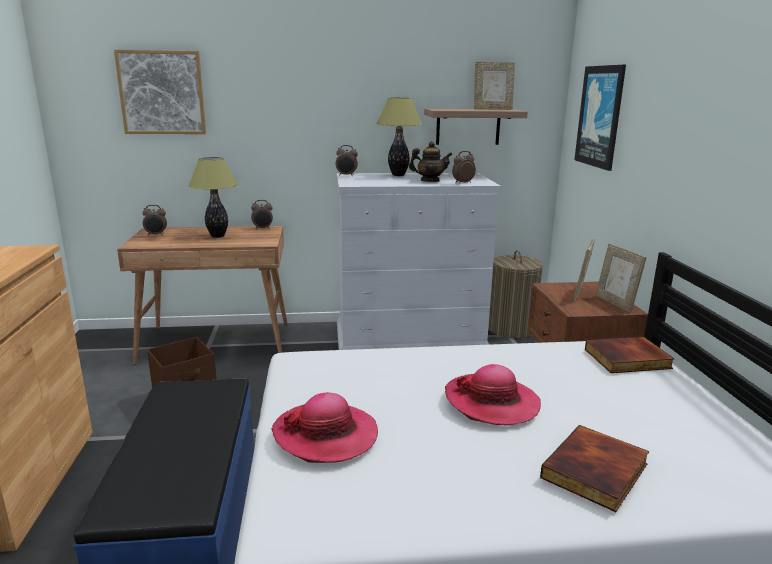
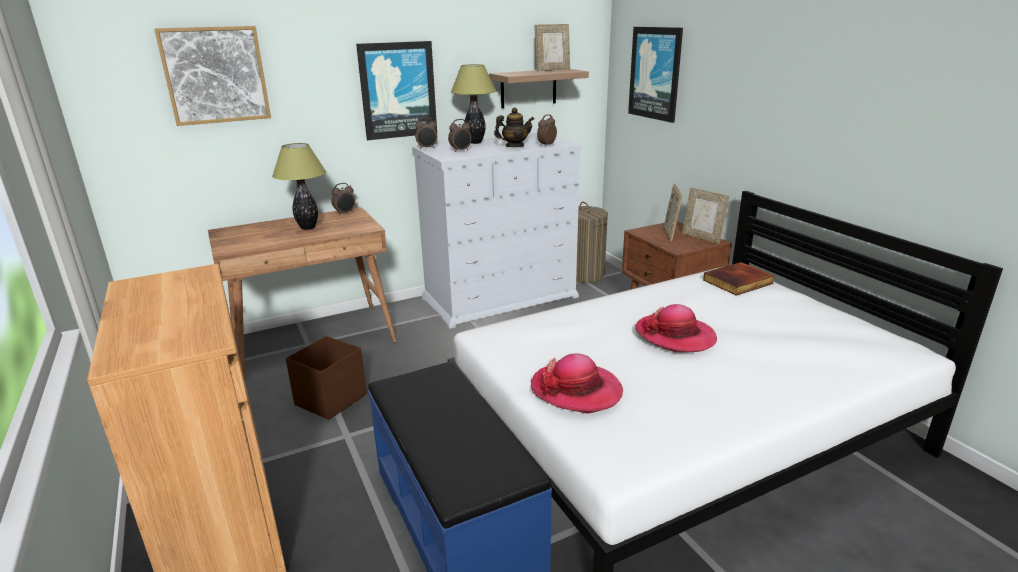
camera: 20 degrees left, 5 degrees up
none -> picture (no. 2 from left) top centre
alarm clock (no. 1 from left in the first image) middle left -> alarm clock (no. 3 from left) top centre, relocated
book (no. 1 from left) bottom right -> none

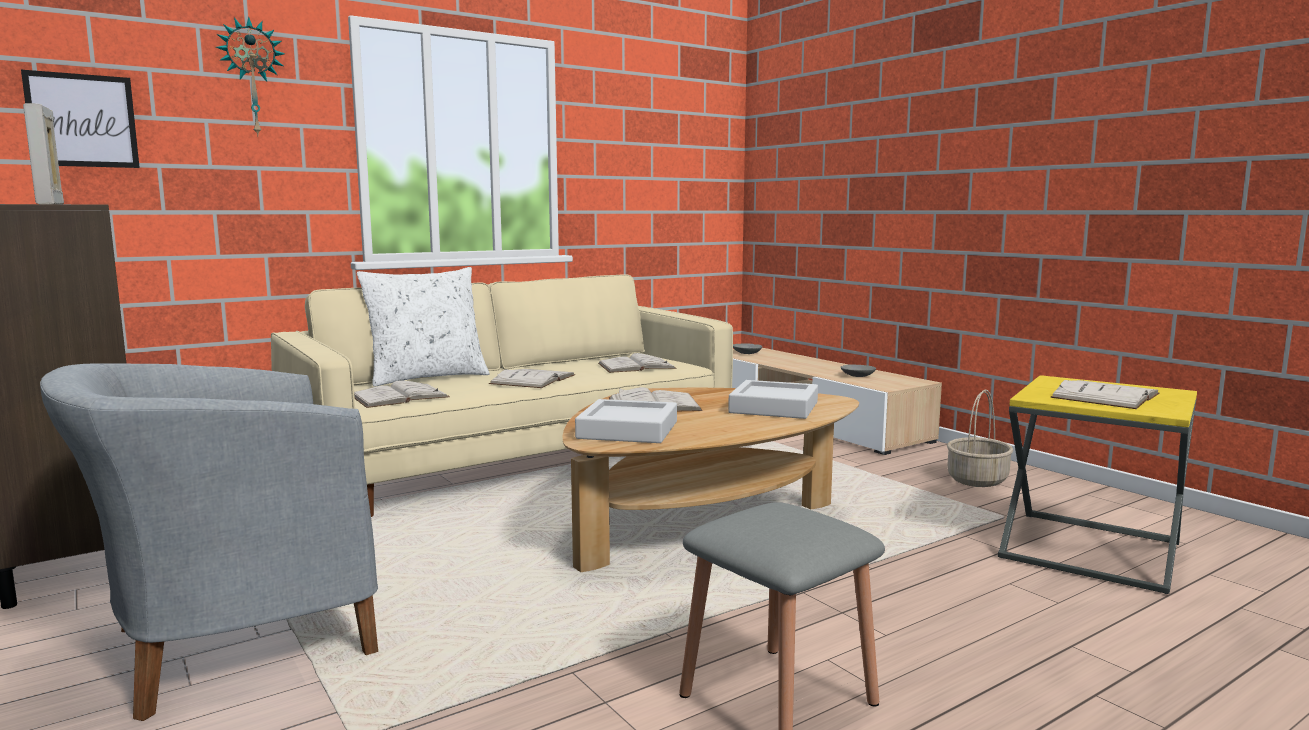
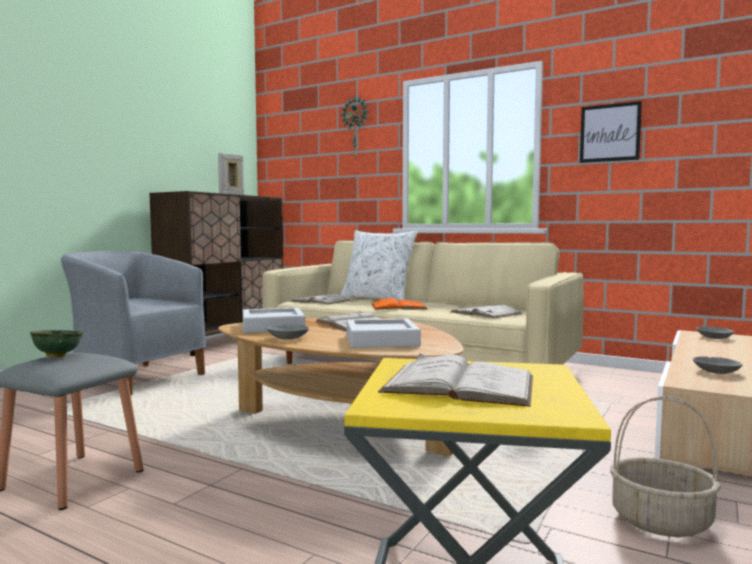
camera: 65 degrees right, 5 degrees down
none -> bowl (green) middle left
none -> bowl (grey) (no. 1 from left) centre
book (white) (no. 2 from left) centre -> book (orange) centre
picture top left -> picture top right, relocated

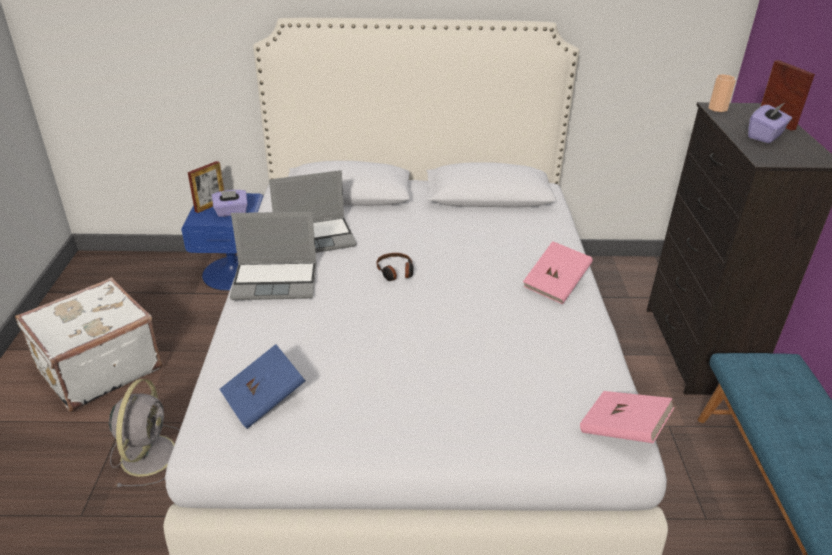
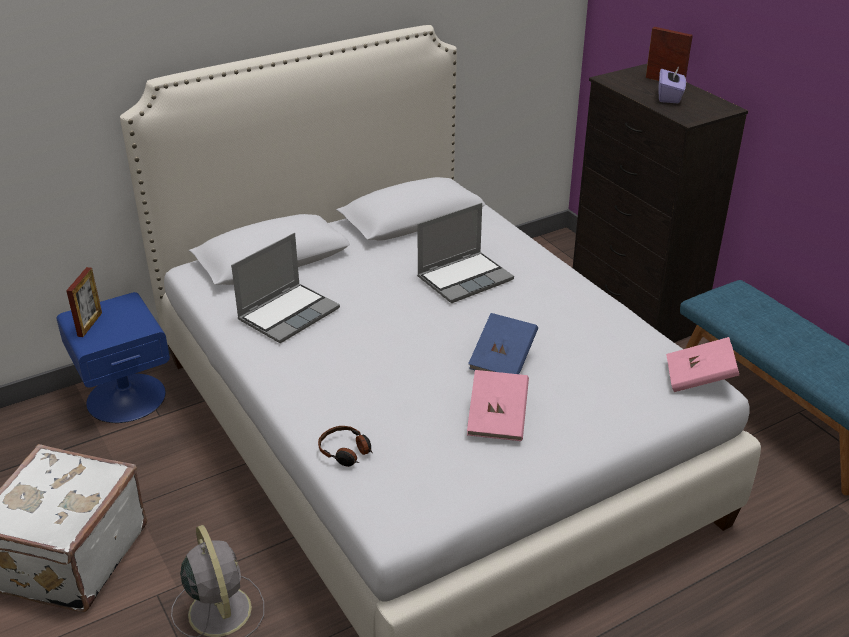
camera: 30 degrees left, 0 degrees up
headphones centre -> headphones bottom centre, relocated
laptop (no. 1 from left in the first image) middle left -> laptop (no. 2 from left) centre, relocated
book (pink) (no. 1 from left) middle right -> book (pink) (no. 1 from left) centre, relocated
book (blue) bottom left -> book (blue) centre, relocated
tissue box (purple) (no. 1 from left) middle left -> none
cup top right -> none

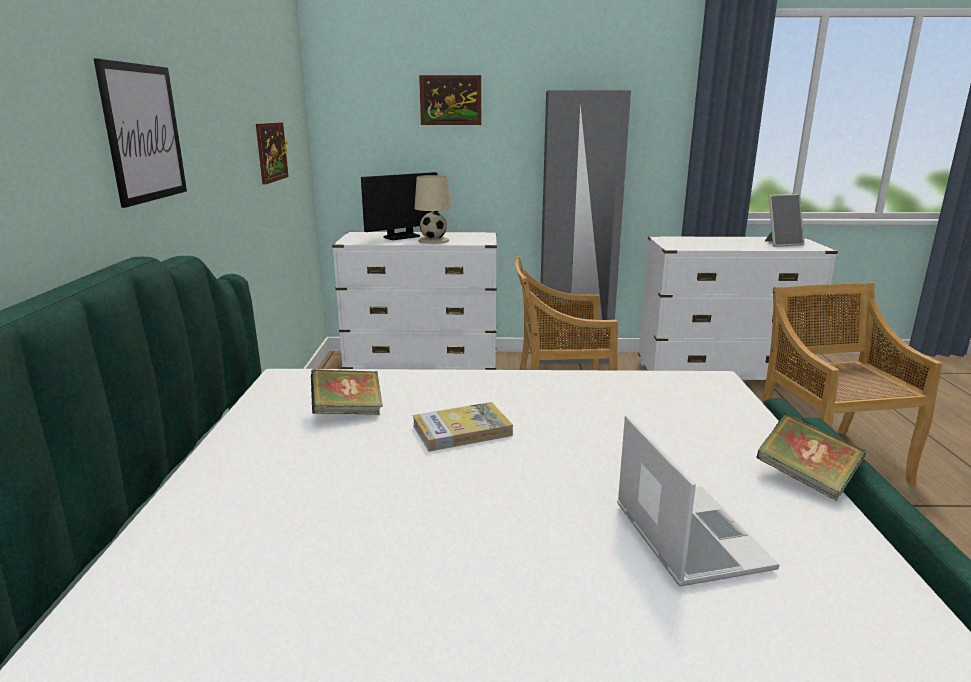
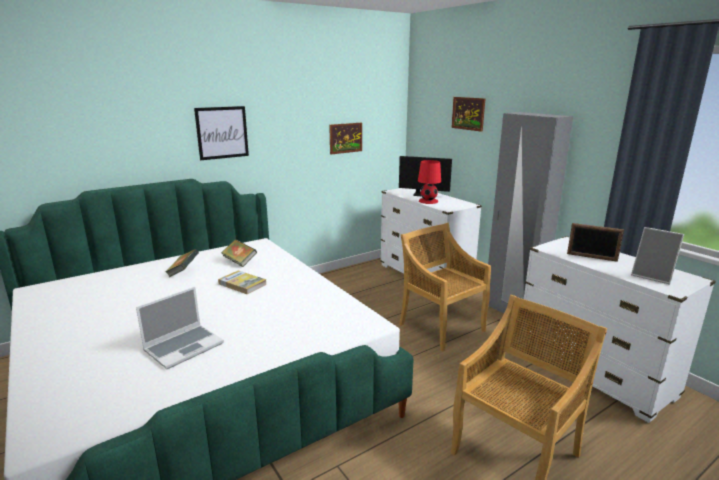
camera: 55 degrees right, 0 degrees up
book (no. 3 from left in the first image) bottom right -> book (no. 1 from left) middle left, relocated
table lamp (beige) top centre -> table lamp (red) centre
none -> picture frame (no. 1 from left) middle right

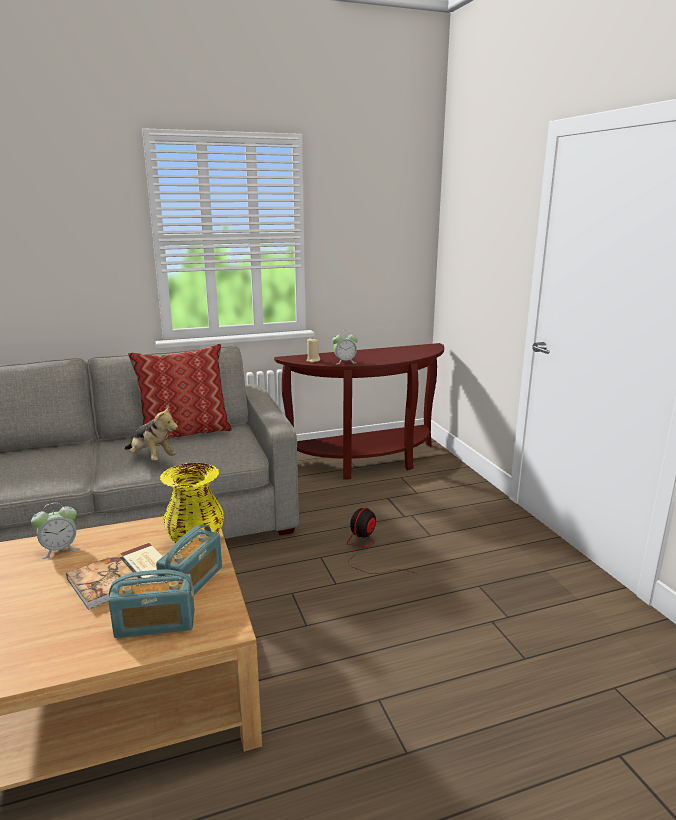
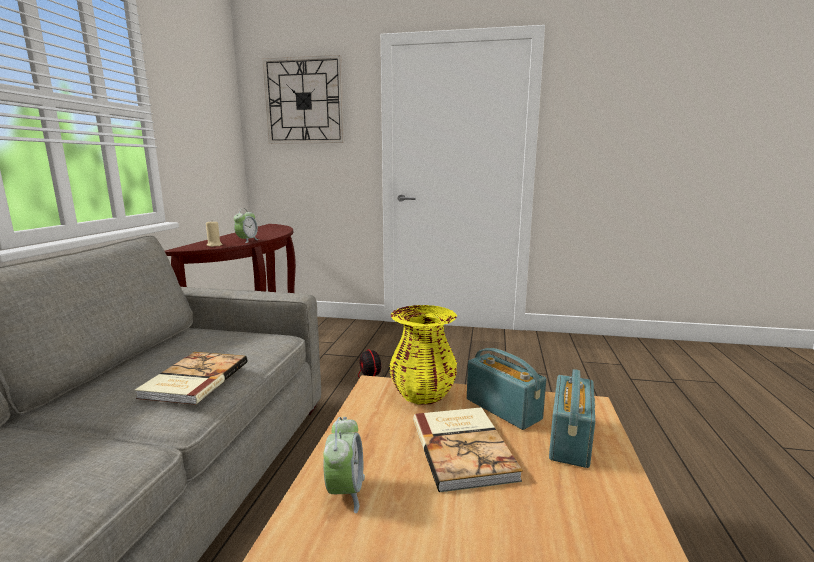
camera: 60 degrees left, 5 degrees down
plush toy middle left -> book (no. 1 from left) bottom left
none -> wall clock top centre
pillow middle left -> none

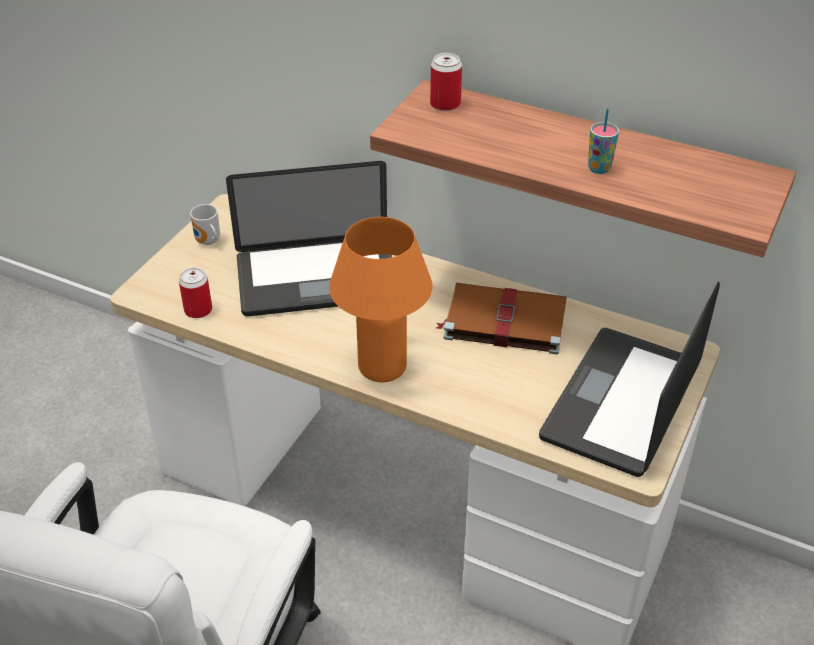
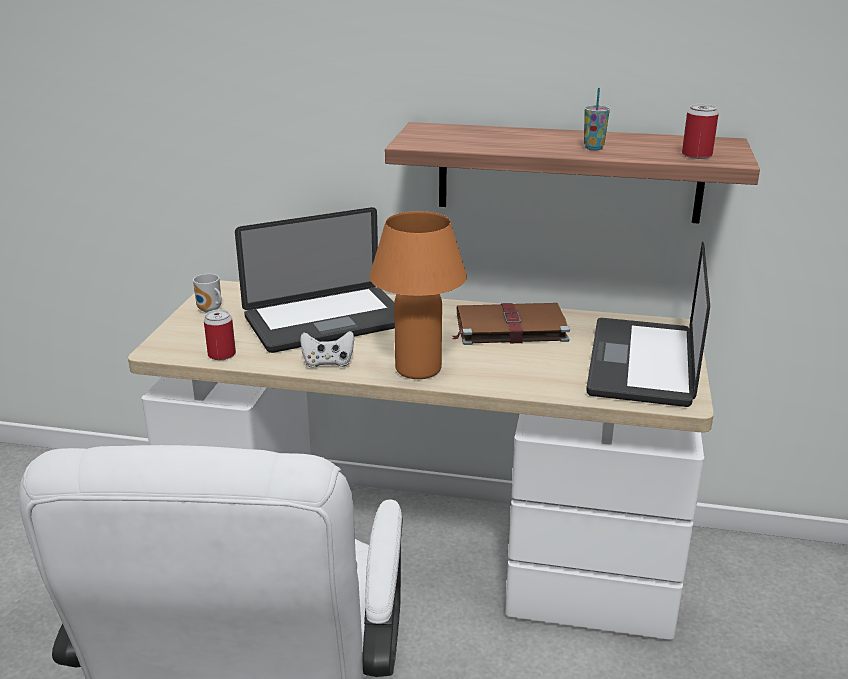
camera: 15 degrees left, 15 degrees down
none -> game controller (white) centre
can (no. 2 from left) top centre -> can (no. 2 from left) top right, relocated

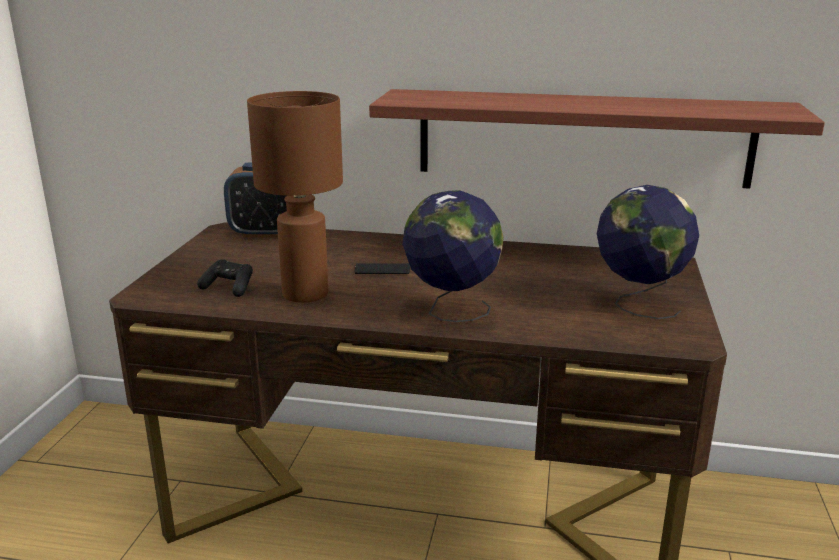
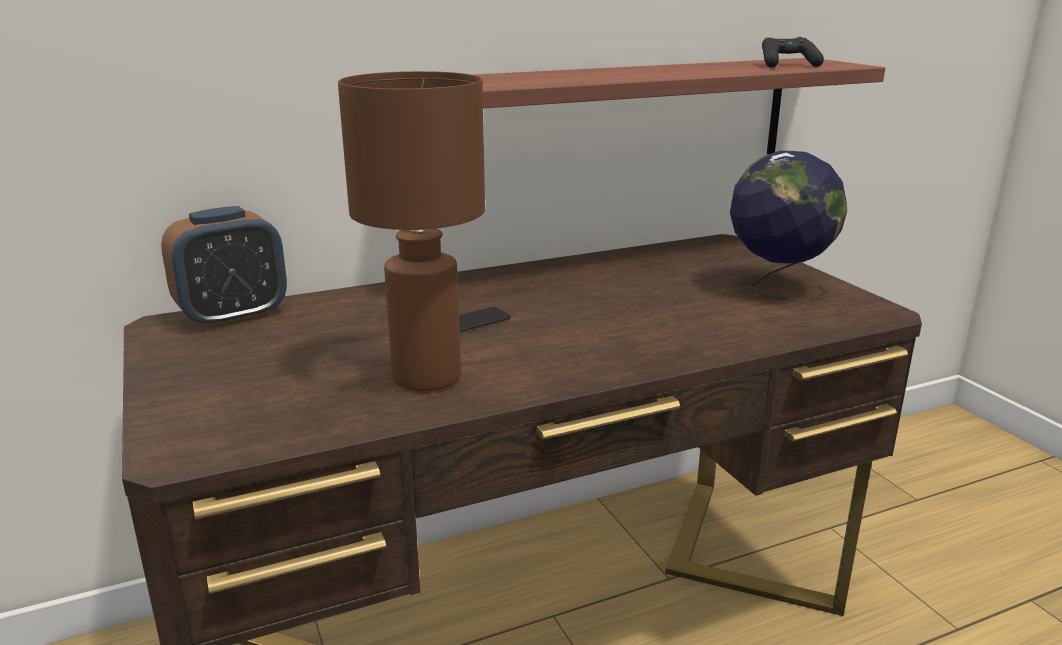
camera: 35 degrees left, 0 degrees up
game controller (black) middle left -> game controller (black) top right, relocated
globe (no. 1 from left) centre -> none

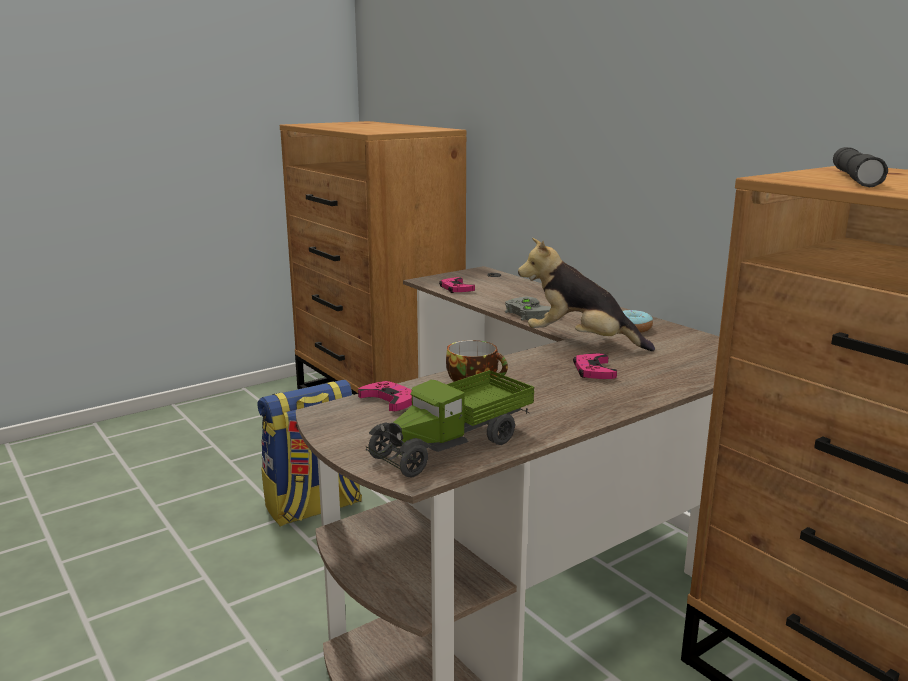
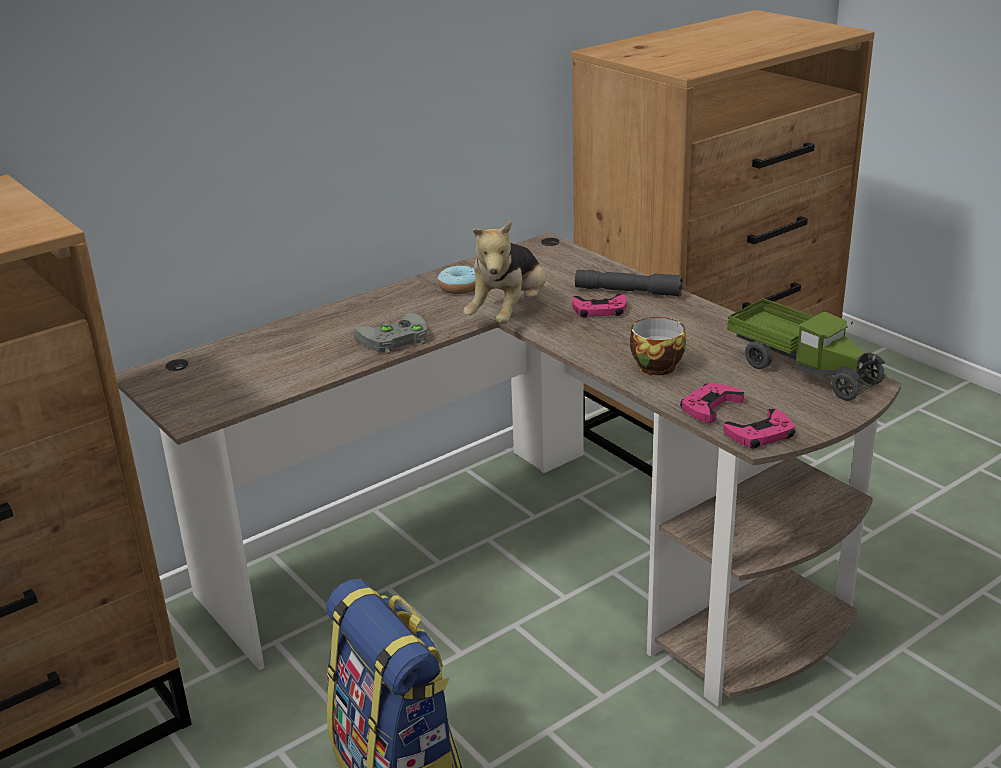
camera: 90 degrees left, 10 degrees up
flashlight (grey) top right -> flashlight (grey) centre, relocated
game controller (pink) (no. 2 from left in the first image) centre -> game controller (pink) (no. 3 from left) middle right, relocated

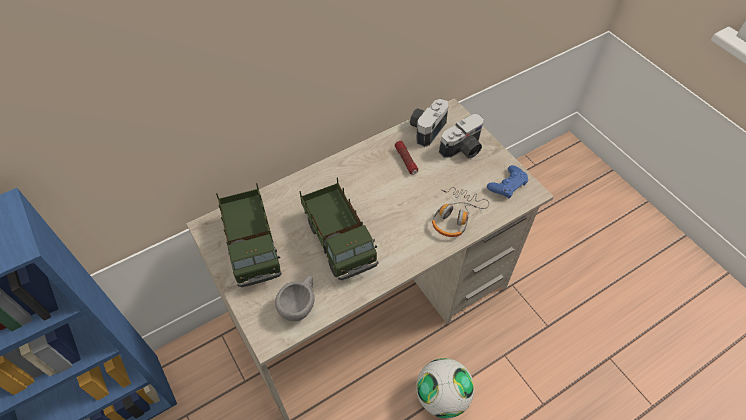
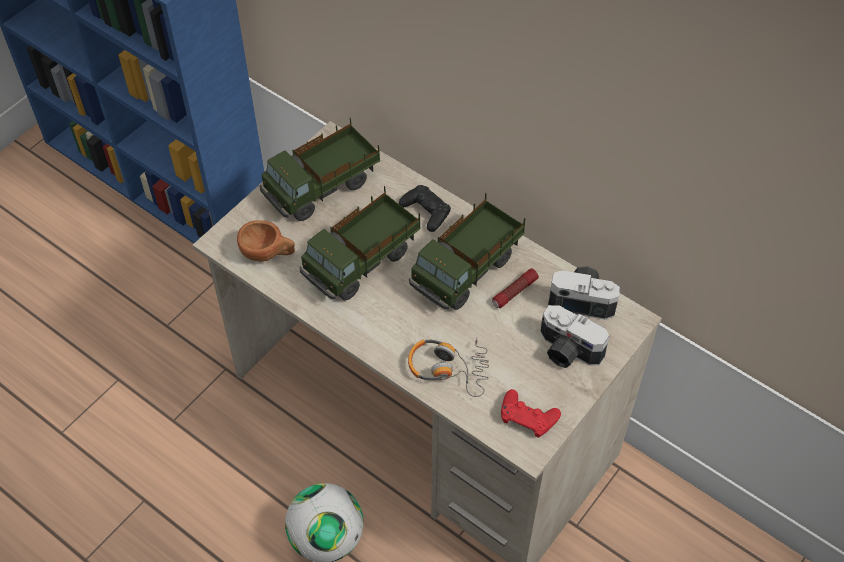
camera: 70 degrees right, 0 degrees up
cup (grey) bottom centre -> cup (brown) middle left
none -> game controller (black) centre
none -> toy truck (no. 3 from left) centre
game controller (blue) middle right -> game controller (red) bottom centre

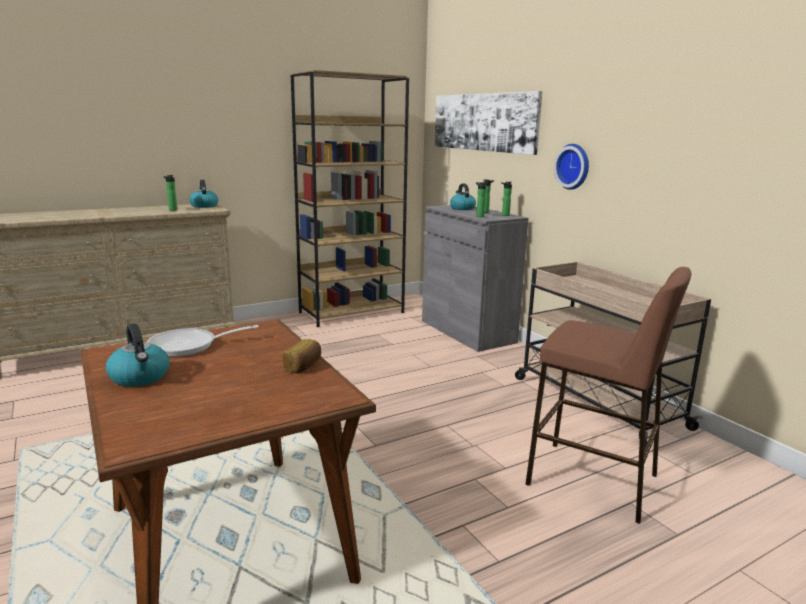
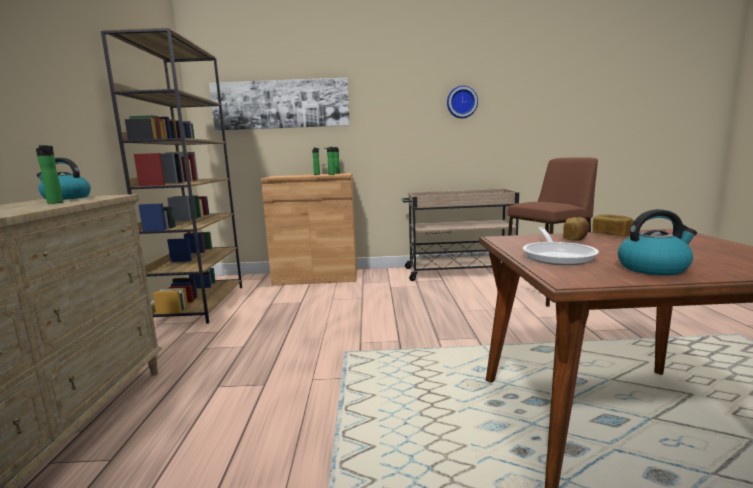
camera: 60 degrees left, 5 degrees down
cabinet (grey) centre -> cabinet (brown) centre
wall clock top right -> wall clock top centre, relocated
none -> bread (no. 1 from left) middle right
kettle (no. 3 from left) top centre -> none

